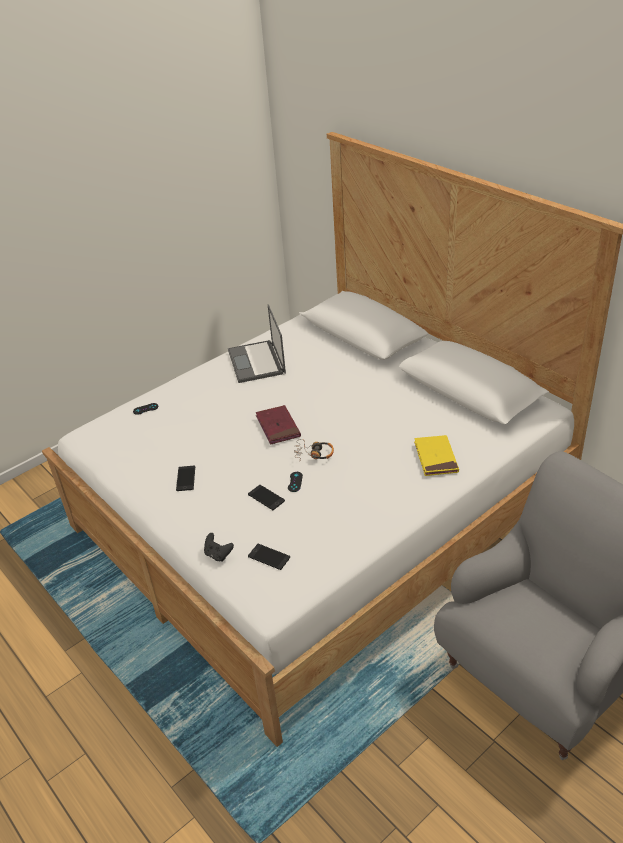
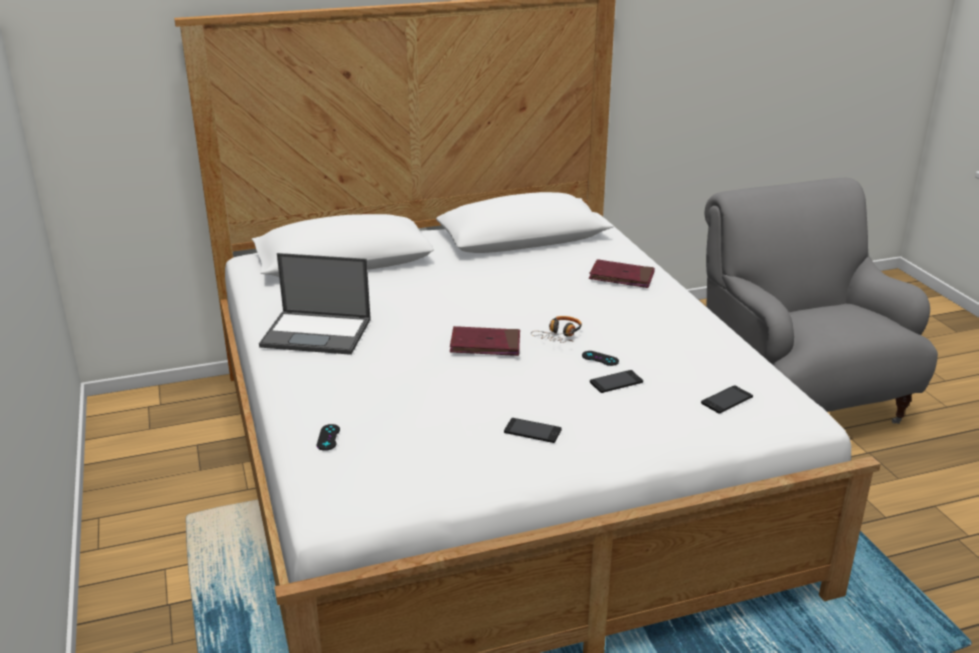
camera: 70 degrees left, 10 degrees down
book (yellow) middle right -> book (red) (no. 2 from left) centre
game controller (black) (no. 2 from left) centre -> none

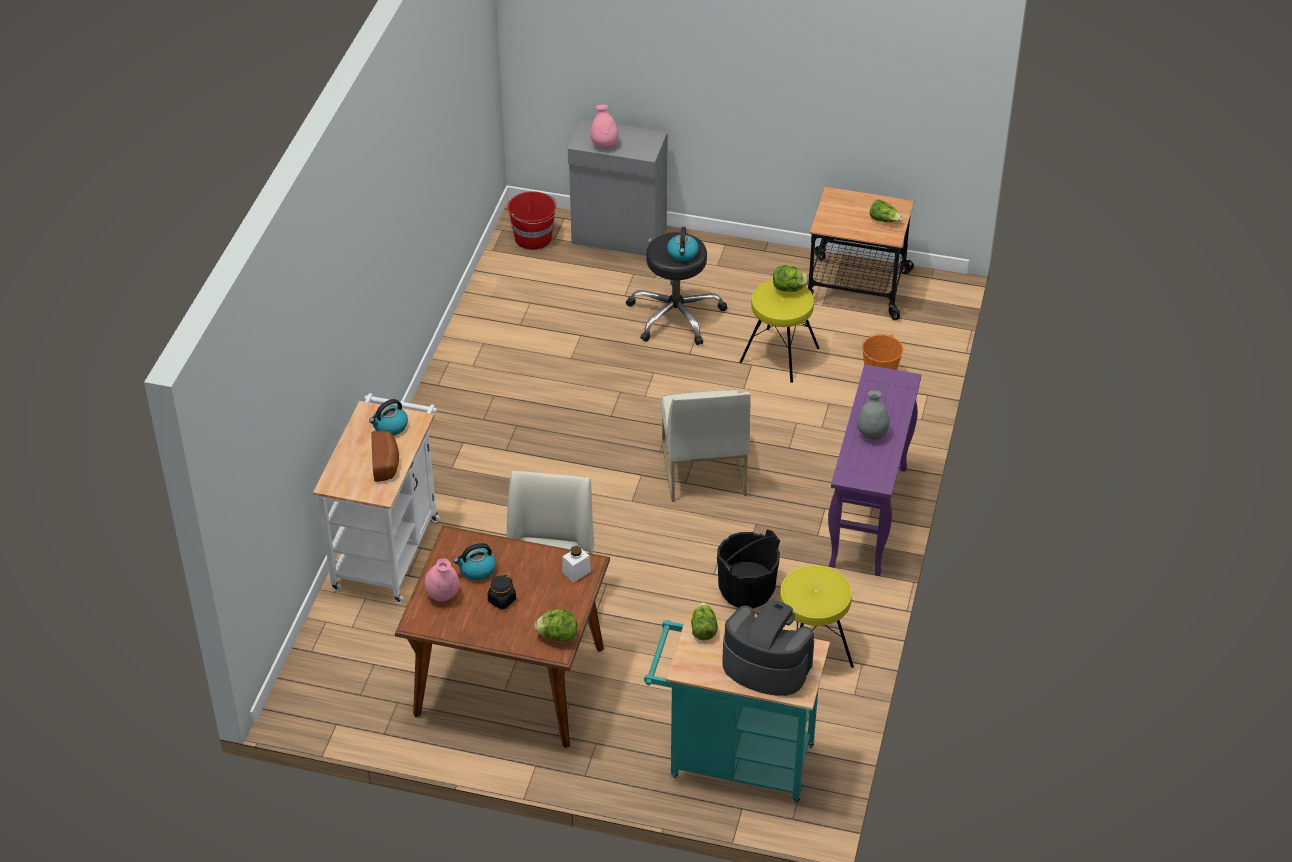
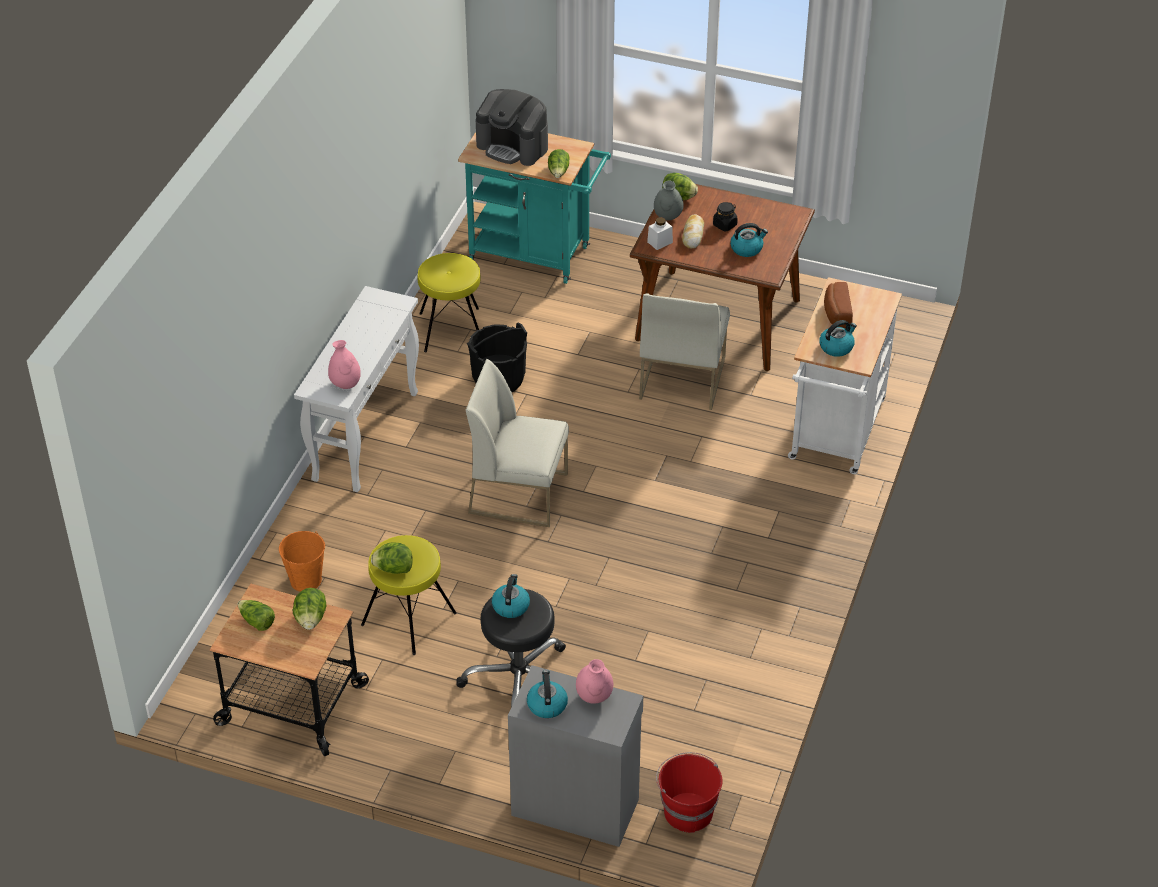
camera: 175 degrees left, 0 degrees up
none -> lettuce (no. 2 from left) bottom left
console table (purple) middle right -> console table (white) middle left
vase (pink) (no. 1 from left) bottom centre -> vase (pink) (no. 1 from left) middle left, relocated
chair (white) (no. 2 from left in the first image) centre -> chair (white) (no. 1 from left) centre, 75 degrees counterclockwise
none -> kettle (no. 2 from left) bottom centre
vase (grey) middle right -> vase (grey) top centre, relocated
none -> bread (no. 1 from left) top centre

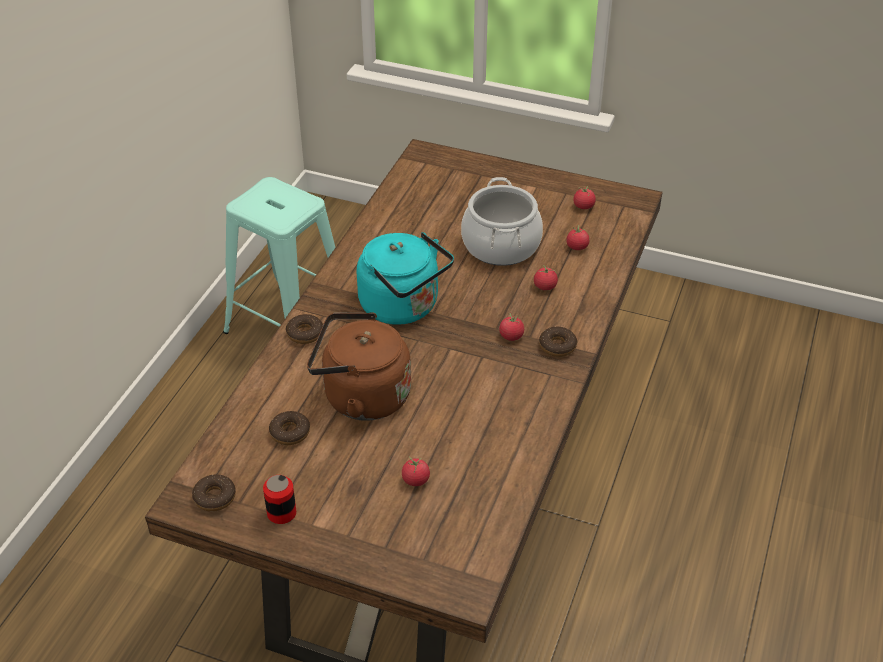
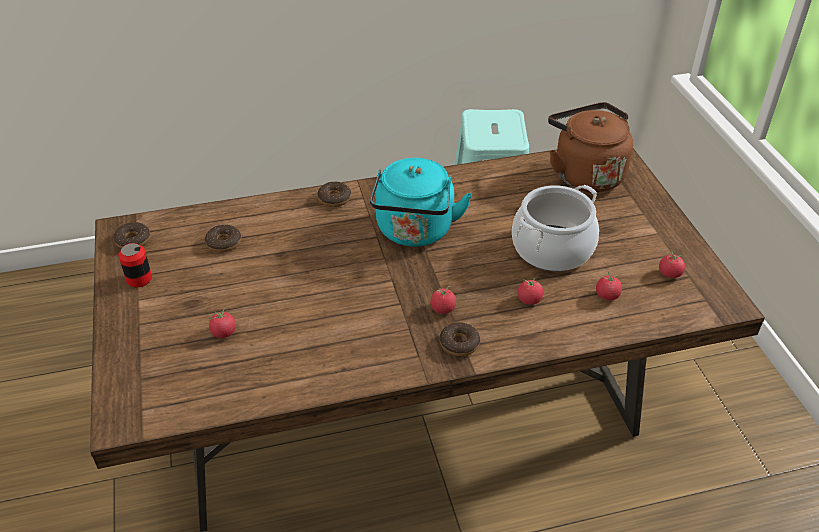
camera: 55 degrees right, 0 degrees up
kettle (brown) centre -> kettle (brown) top right, relocated

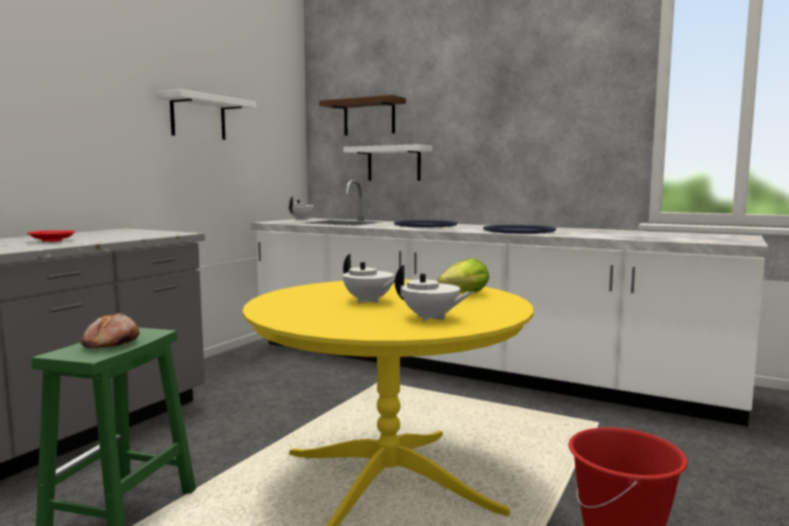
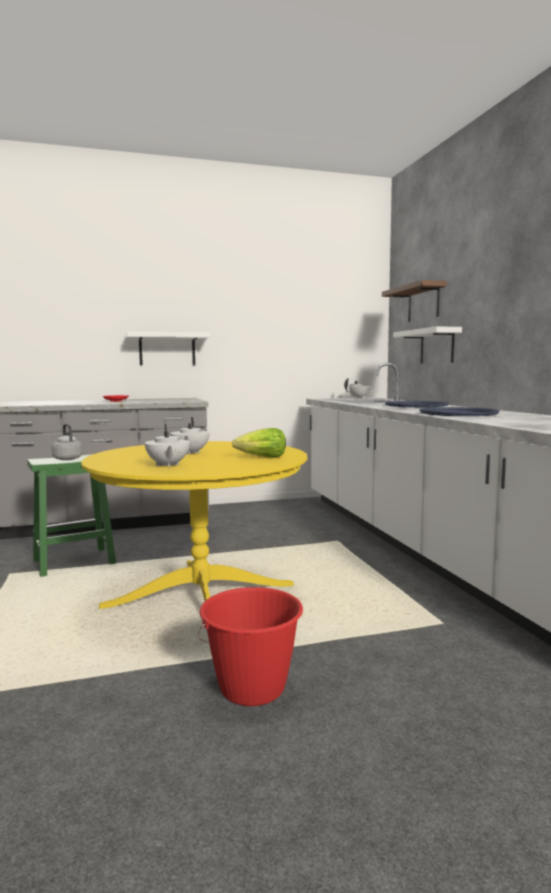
camera: 45 degrees right, 0 degrees up
bread middle left -> kettle (grey) middle left
shelf (white) (no. 1 from left) top left -> shelf (white) (no. 1 from left) middle left, relocated

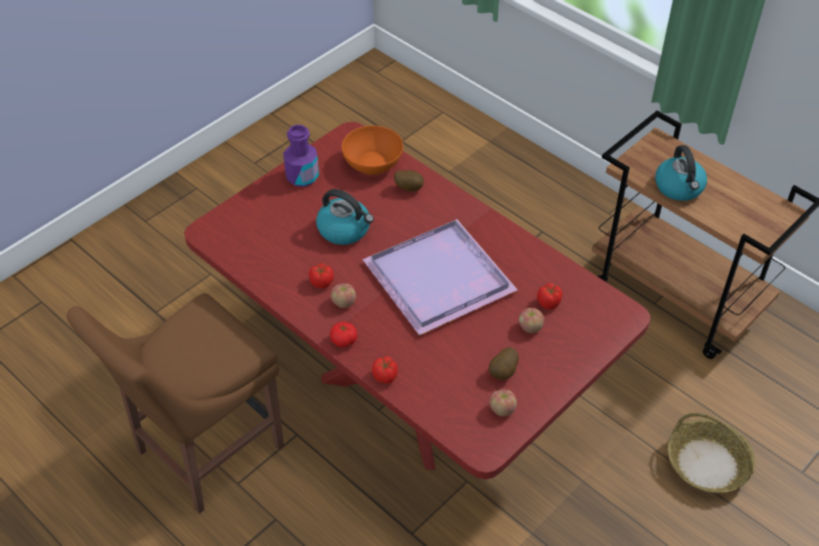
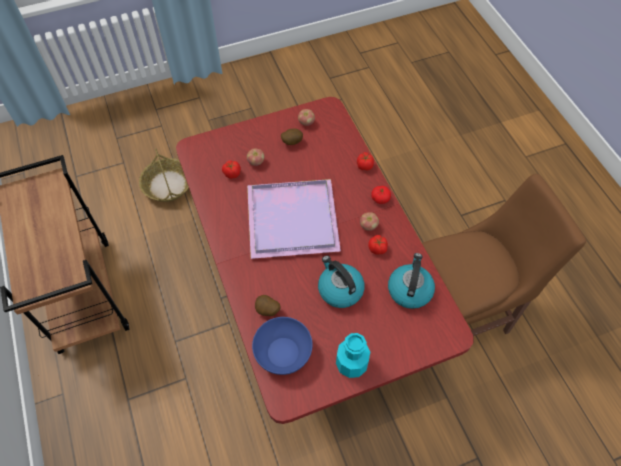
camera: 155 degrees left, 10 degrees up
bowl (orange) top centre -> bowl (blue) bottom centre
bottle (purple) top centre -> bottle (turquoise) bottom centre
kettle (no. 2 from left) top right -> kettle (no. 2 from left) centre, relocated

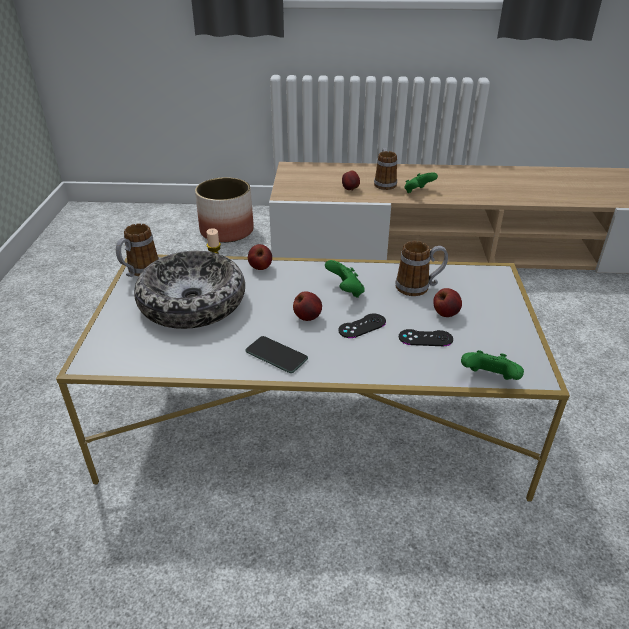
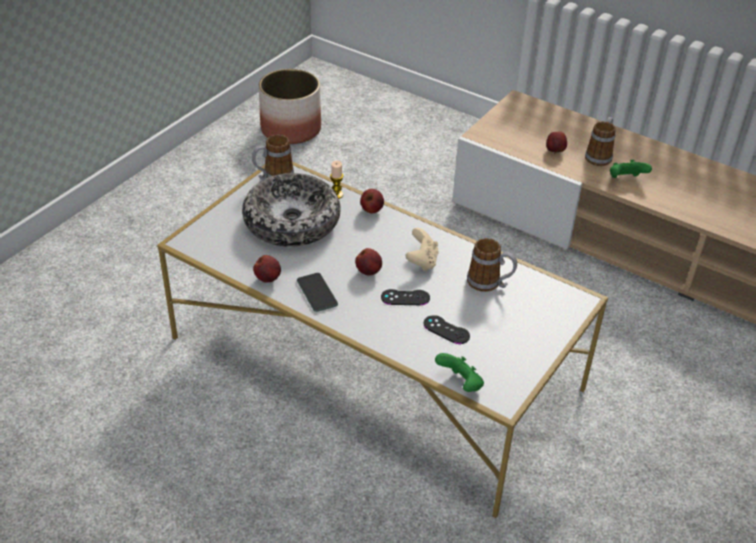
camera: 30 degrees right, 5 degrees up
apple (no. 4 from left in the first image) middle right -> apple (no. 1 from left) centre, relocated
planter centre -> planter top centre, relocated
game controller (green) (no. 1 from left) centre -> game controller (beige) centre

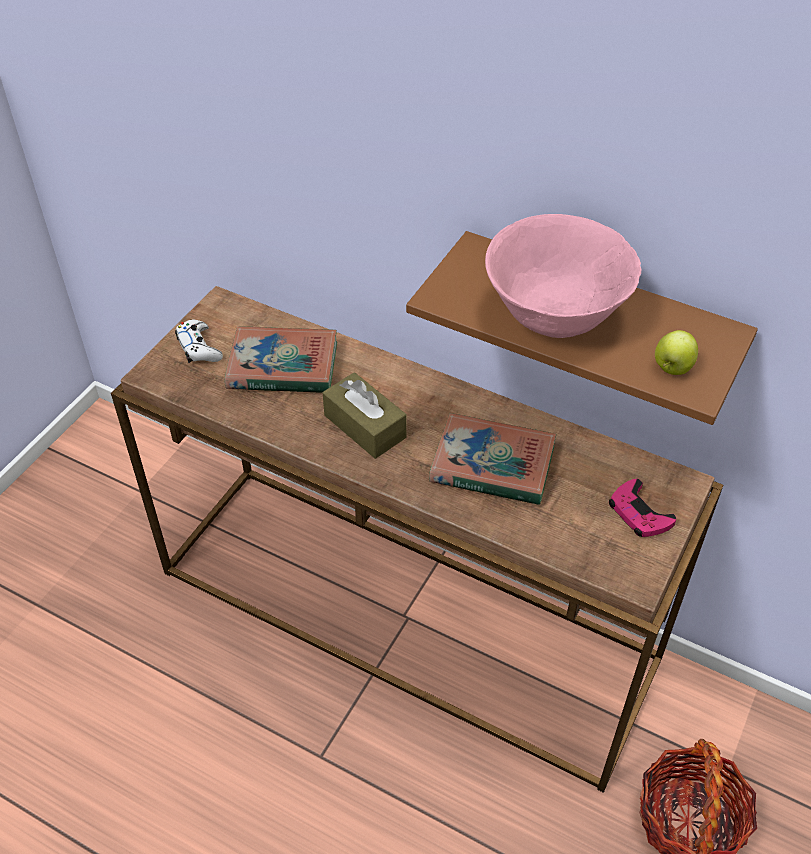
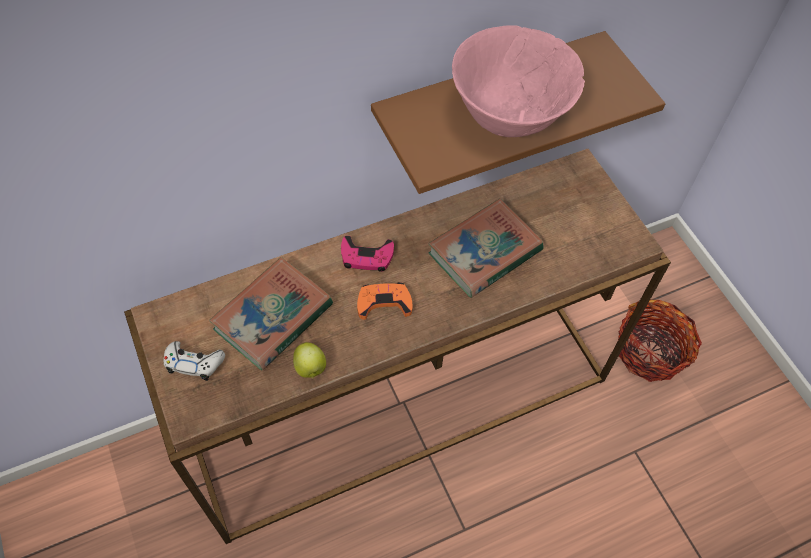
camera: 55 degrees left, 10 degrees up
apple middle right -> apple centre, relocated
game controller (pink) middle right -> game controller (pink) centre, relocated
tissue box (brown) centre -> game controller (orange) centre

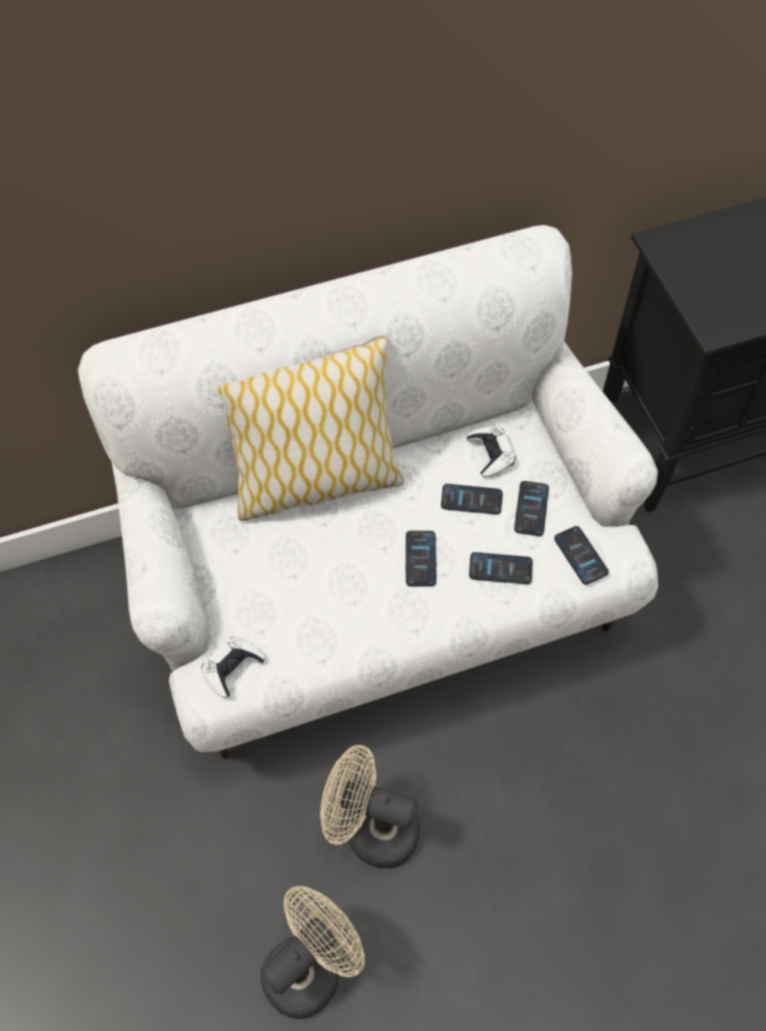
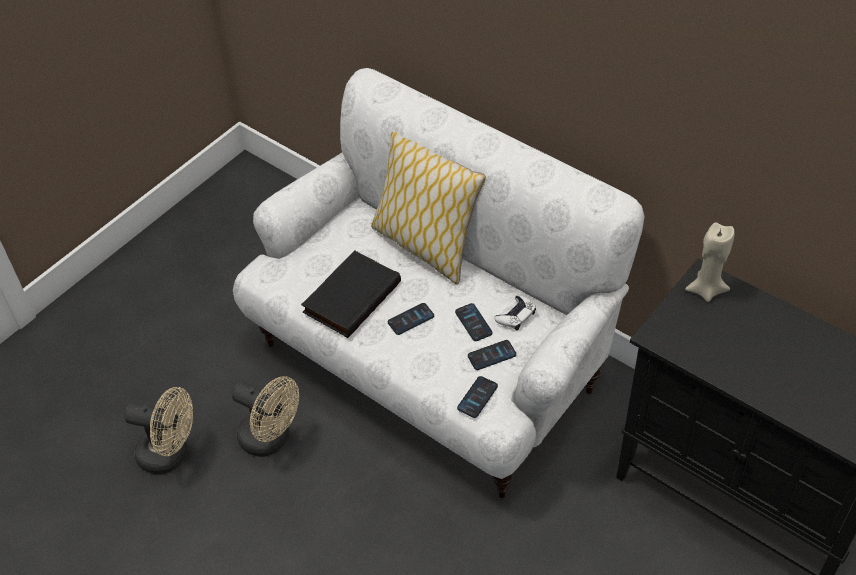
camera: 60 degrees right, 10 degrees down
fan (beige) (no. 2 from left) bottom centre -> fan (beige) (no. 2 from left) bottom left, 135 degrees clockwise
none -> book (black) centre
none -> candle (beige) middle right
game controller (white) (no. 1 from left) middle left -> none
phone (no. 3 from left) centre -> none

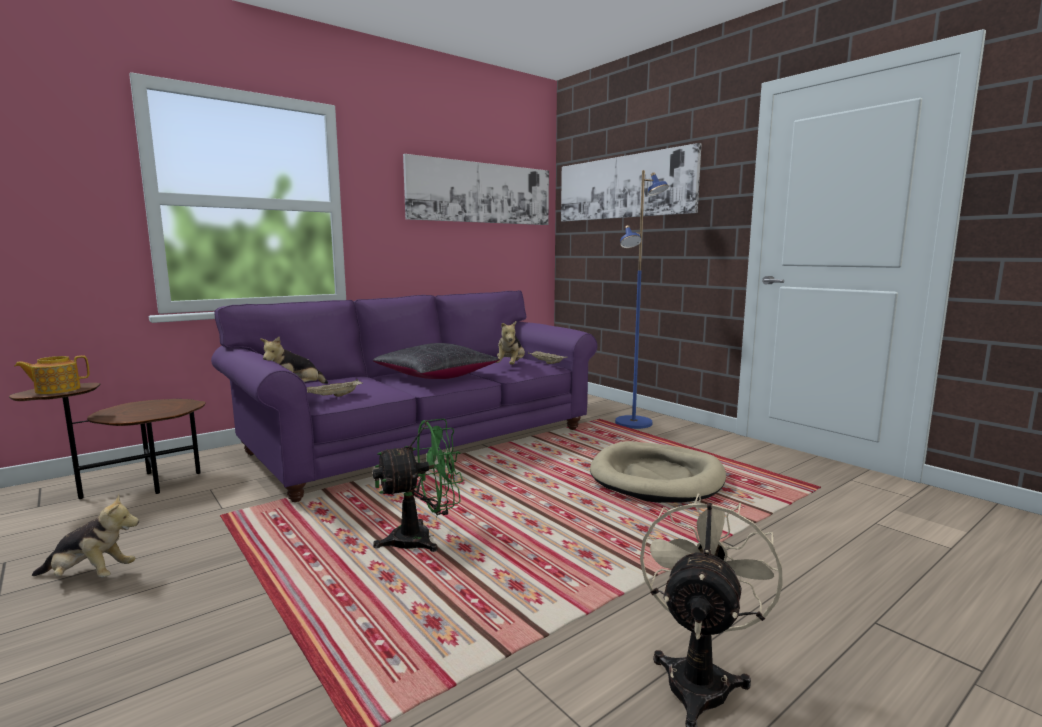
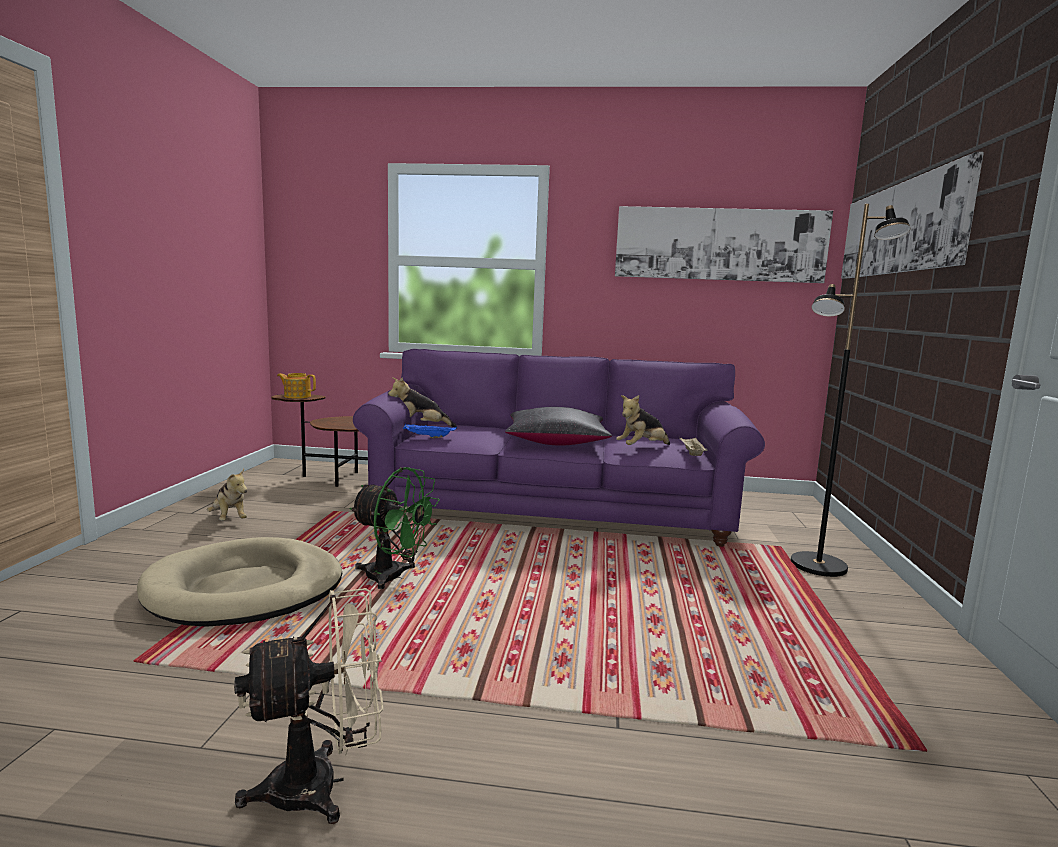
camera: 45 degrees right, 0 degrees up
dog bed (beige) centre -> dog bed (beige) bottom left, relocated
tray (beige) (no. 1 from left) middle left -> tray (blue) centre
floor lamp (blue) centre -> floor lamp (black) middle right

